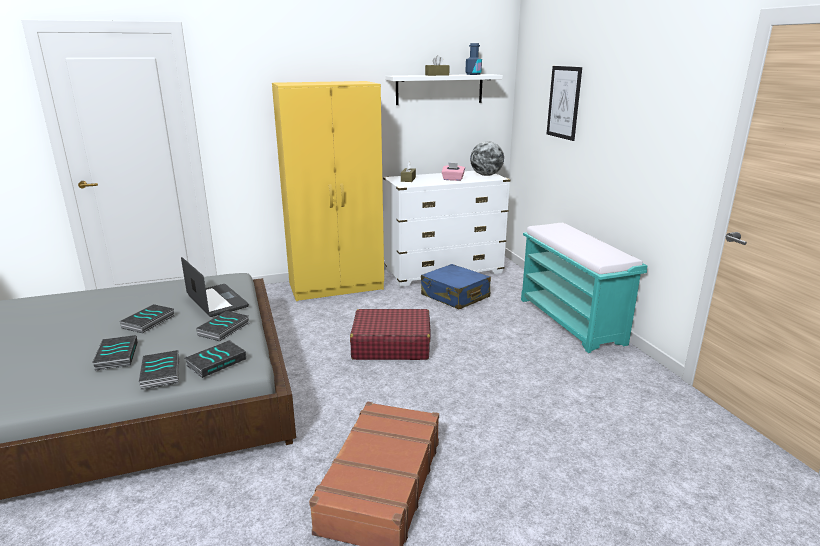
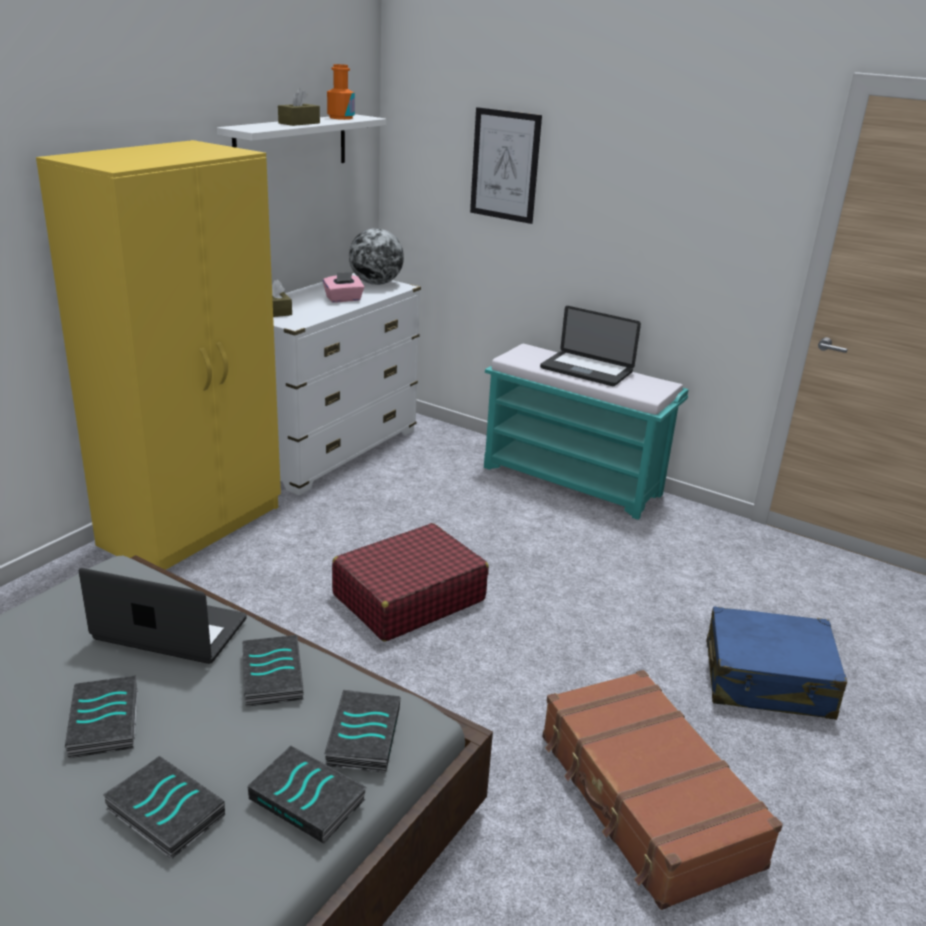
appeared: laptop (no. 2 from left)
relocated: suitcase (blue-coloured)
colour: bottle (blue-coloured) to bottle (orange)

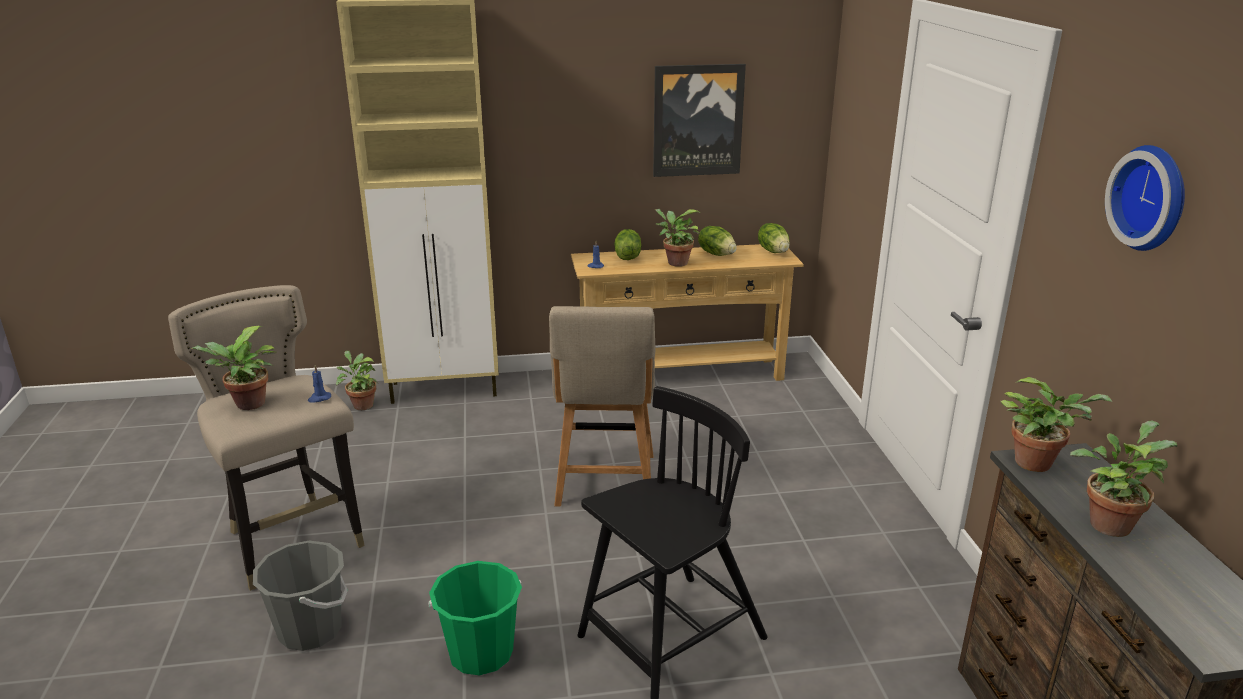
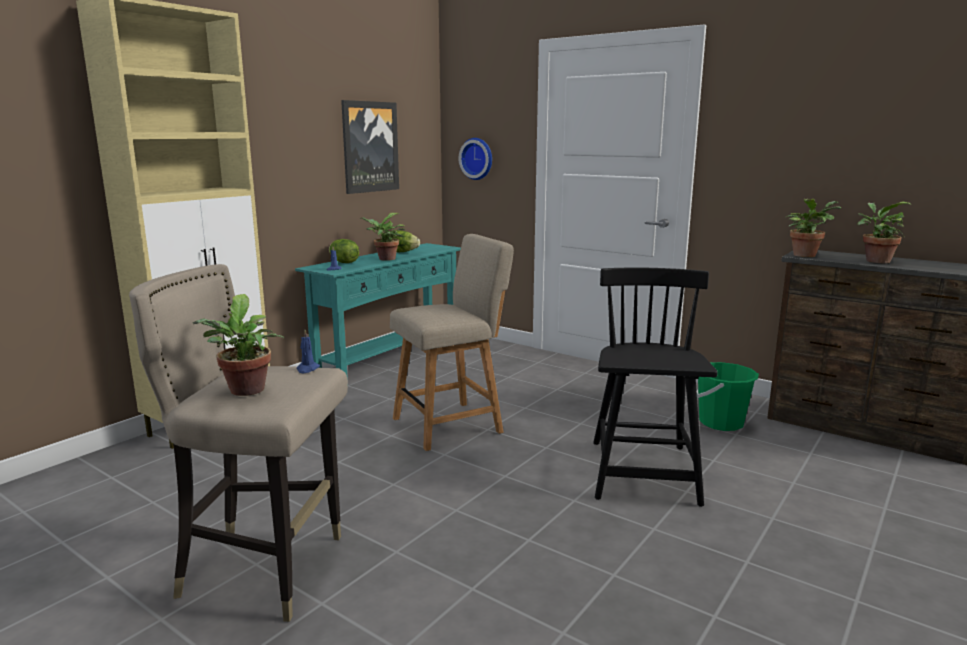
missing: water bucket (grey); houseplant (no. 2 from left); head of lettuce (no. 3 from left)
relocated: water bucket (green); hanging clock
colour: hall table (sand-coloured) to hall table (turquoise-coloured)
spun: upright chair (sand-coloured) 75 degrees counterclockwise

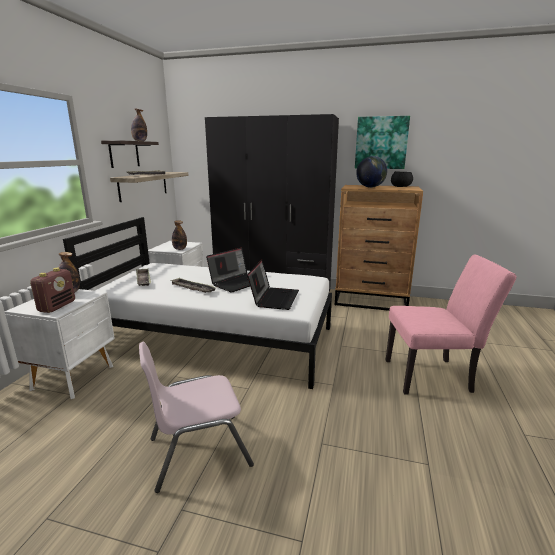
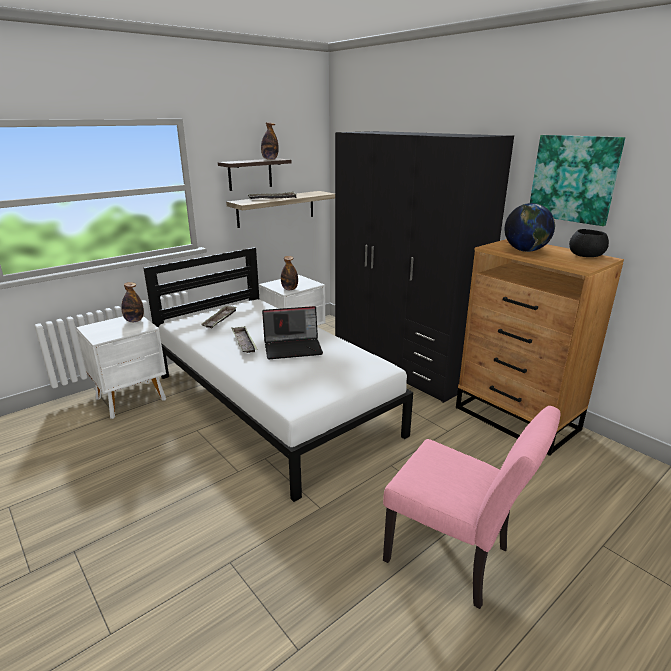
missing: radio set; upright chair (pinkish) (no. 1 from left); laptop (no. 2 from left)

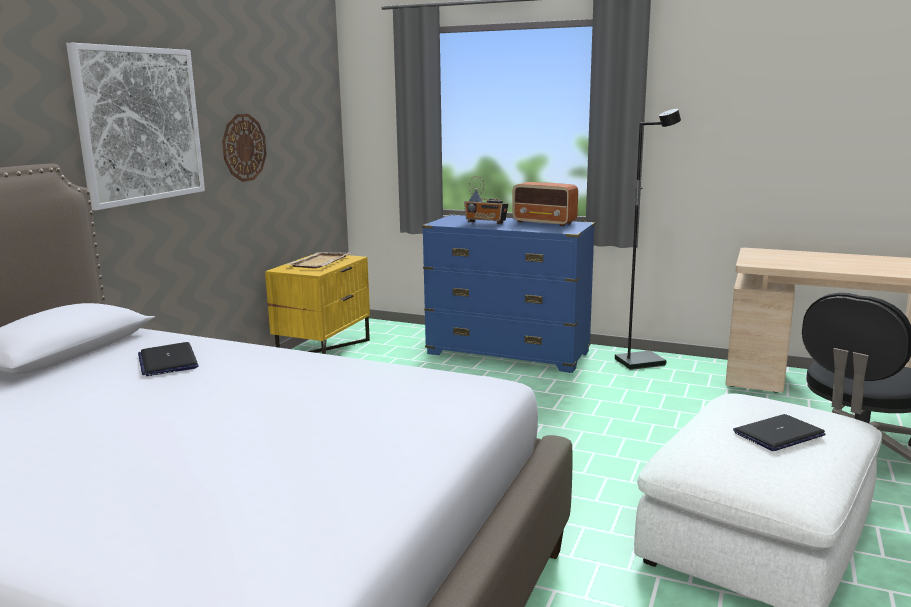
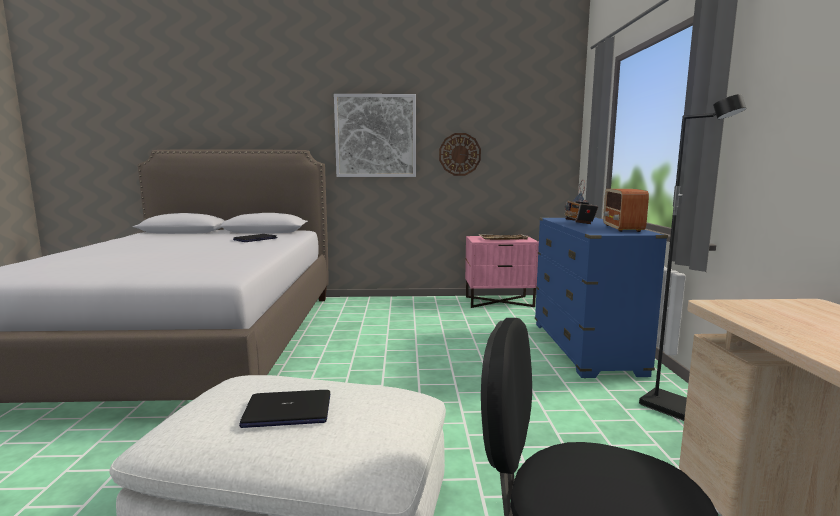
colour: nightstand (yellowish) to nightstand (pinkish)
spun: laptop (no. 2 from left) 135 degrees clockwise

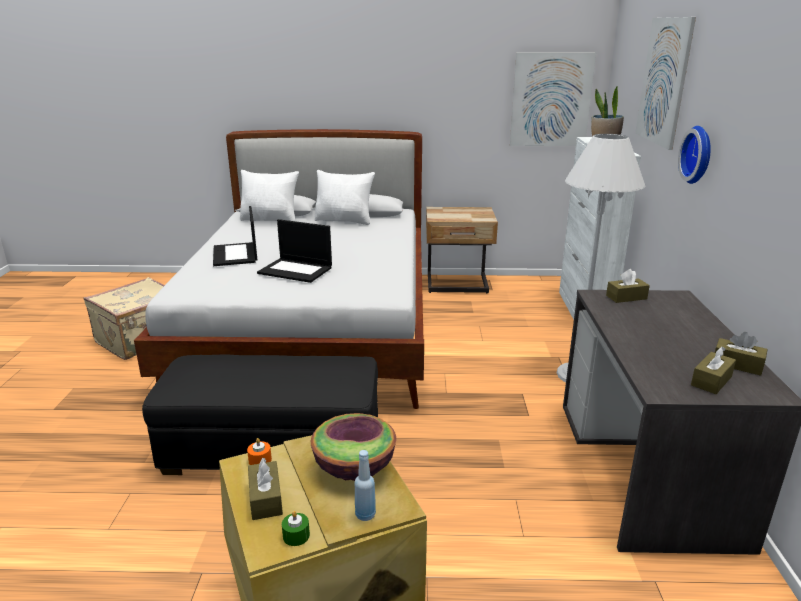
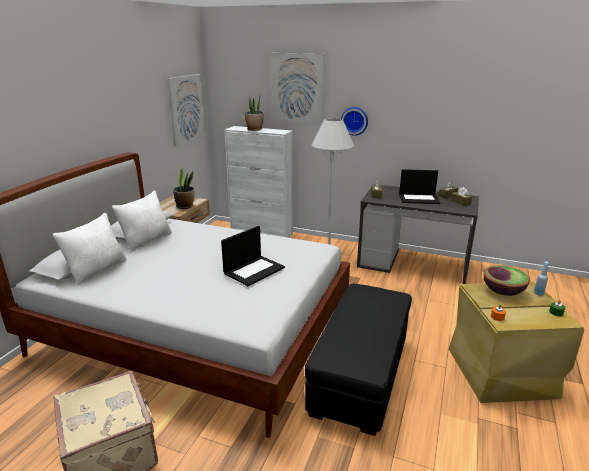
missing: tissue holder (brown-coloured) (no. 1 from left)
appeared: houseplant (no. 1 from left)
relocated: laptop (no. 1 from left in the first image) to laptop (no. 2 from left)

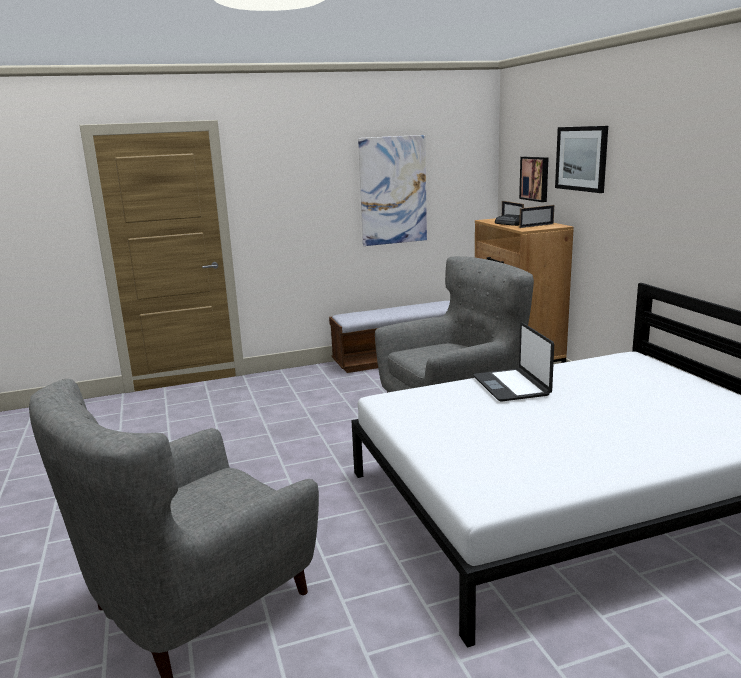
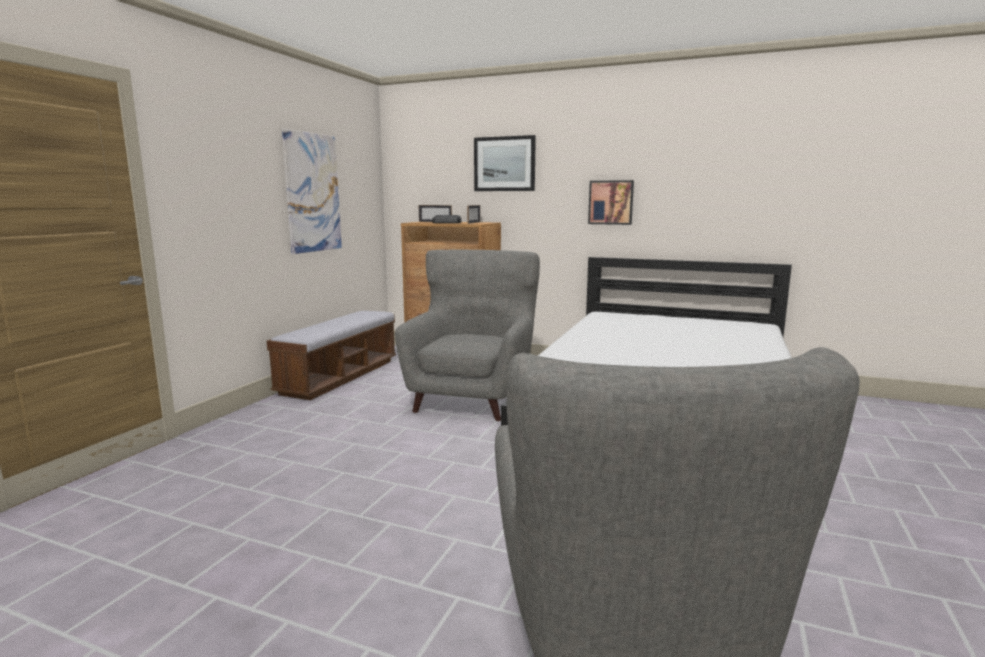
missing: laptop
relocated: wall art (no. 2 from left in the first image) to wall art (no. 3 from left)

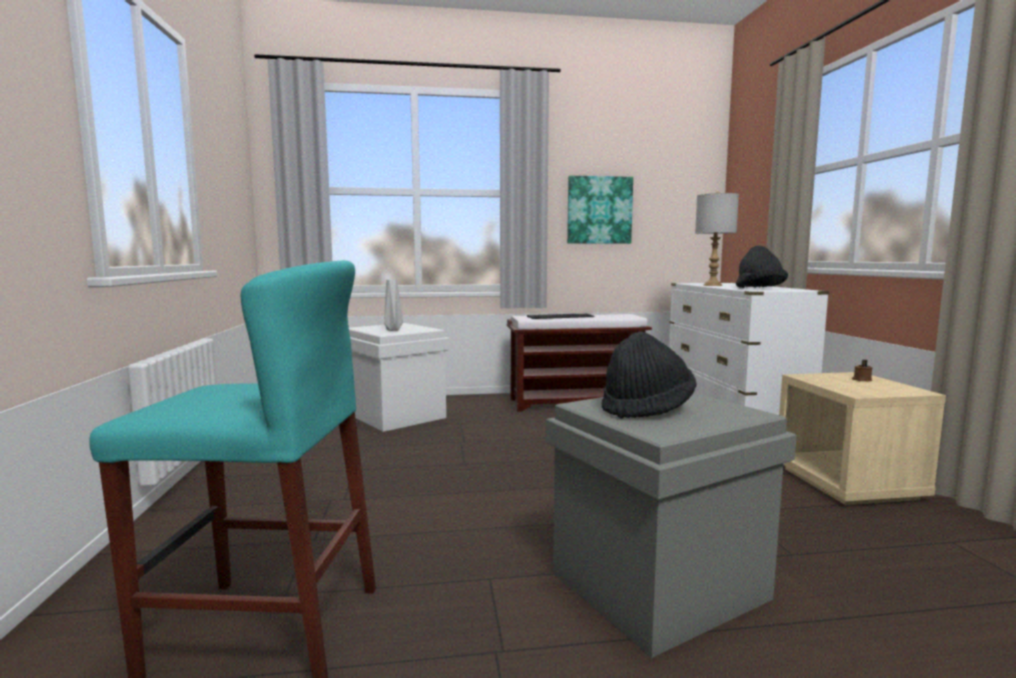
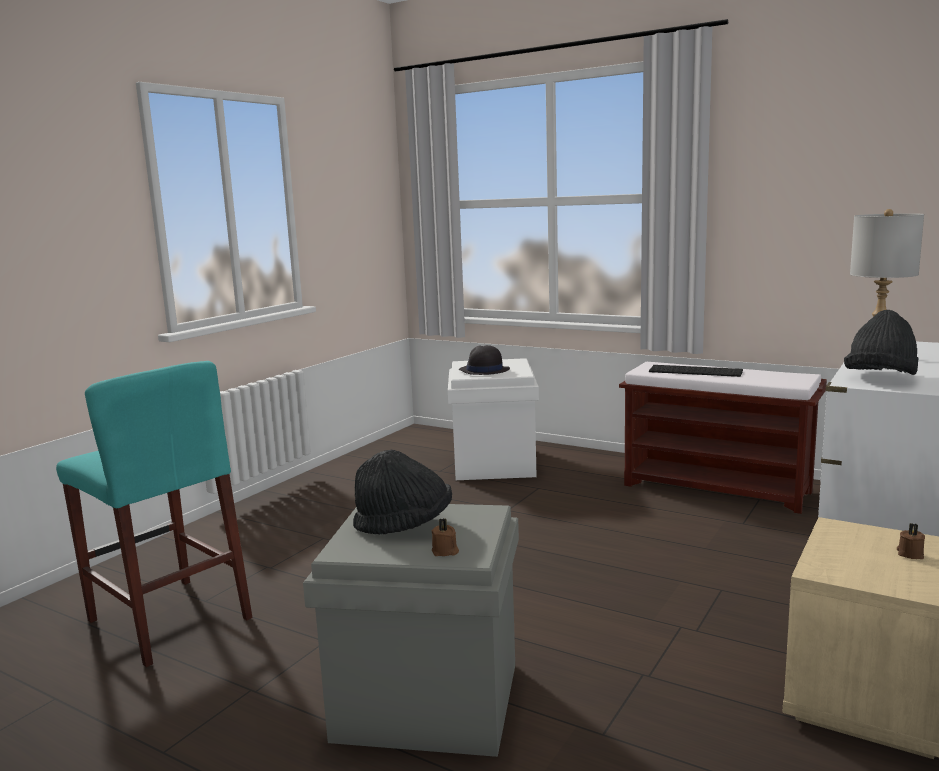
missing: wall art
appeared: wax light (brown-coloured) (no. 1 from left)
exchanged: vase (grey) to wearable hat (black) (no. 2 from left)

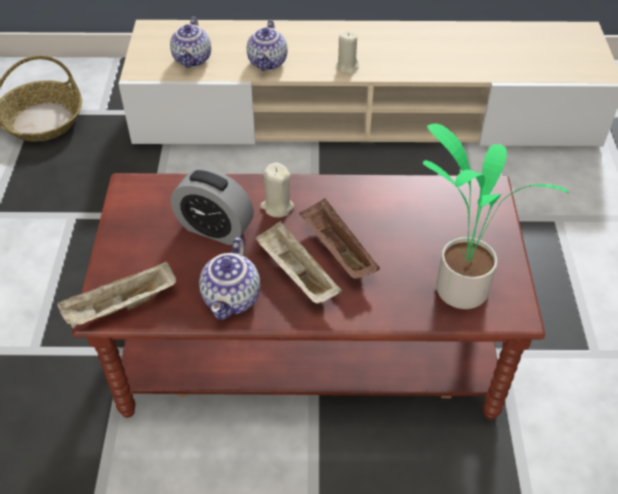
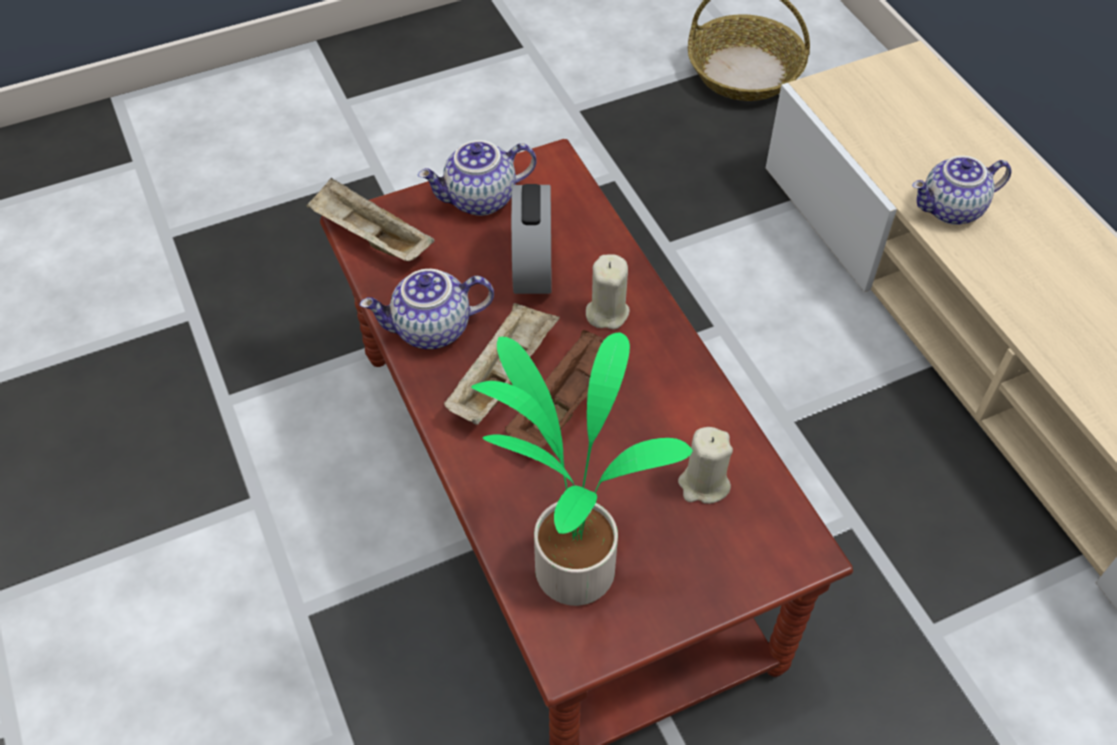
relocated: tea pot (no. 1 from left in the first image) to tea pot (no. 2 from left); wax light (sand-coloured) (no. 2 from left)

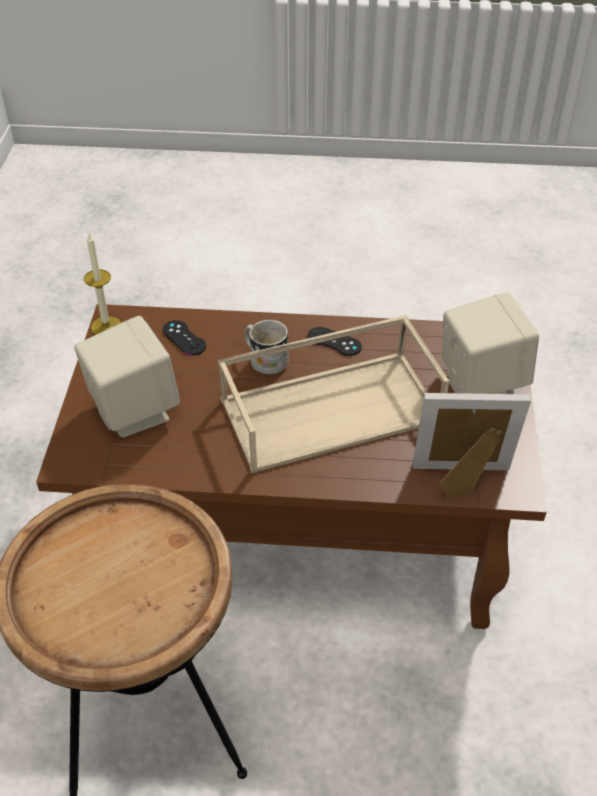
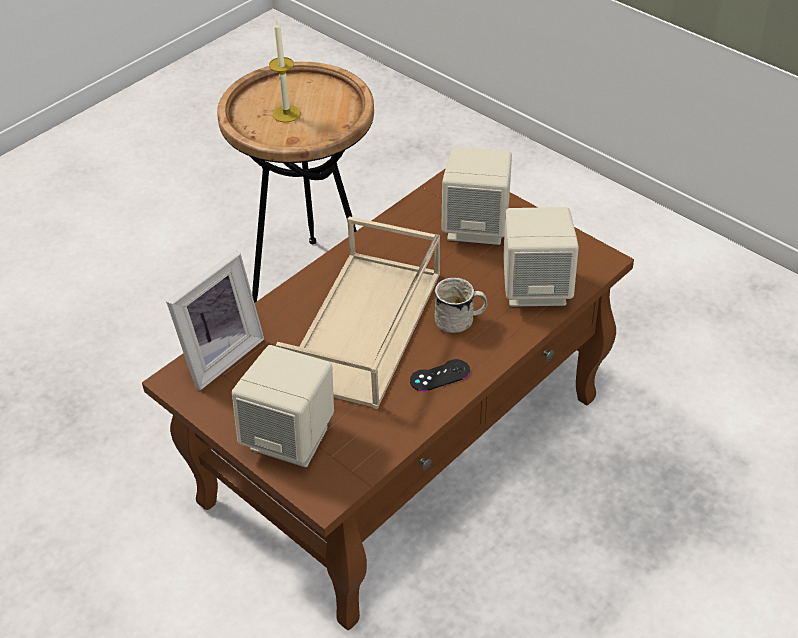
relocated: wax light
exchanged: gamepad (black) (no. 1 from left) to audio speaker (sand-coloured) (no. 3 from left)

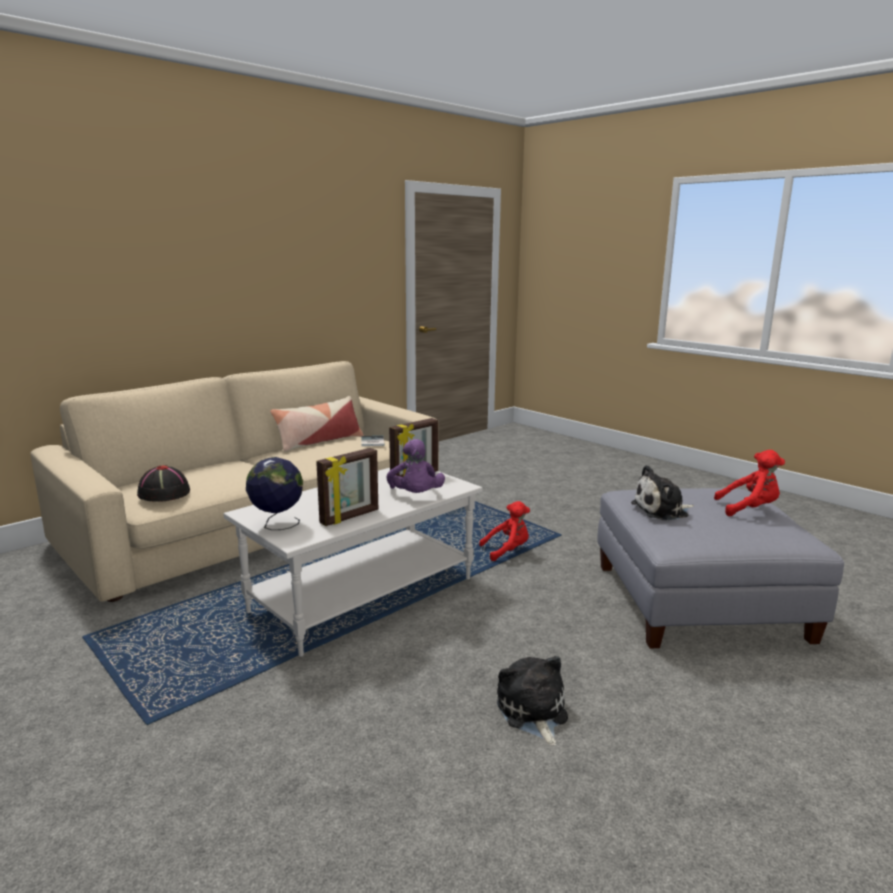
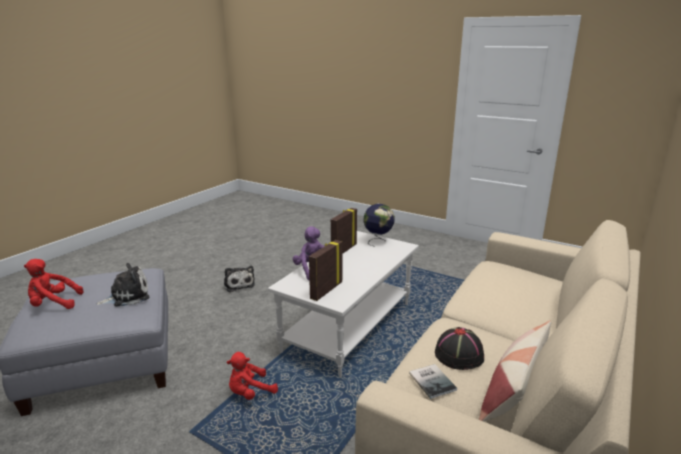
relocated: wearable hat (black)

